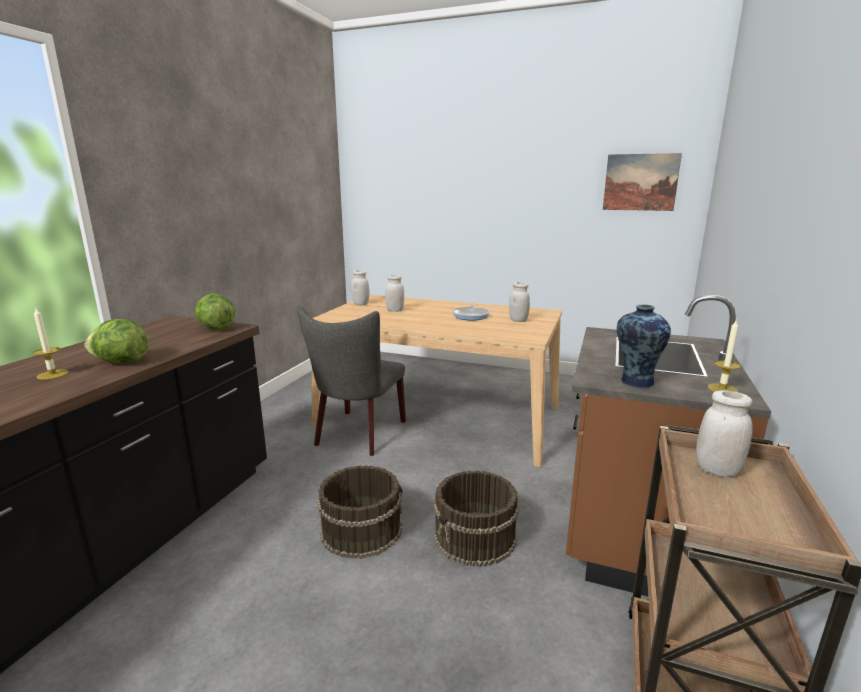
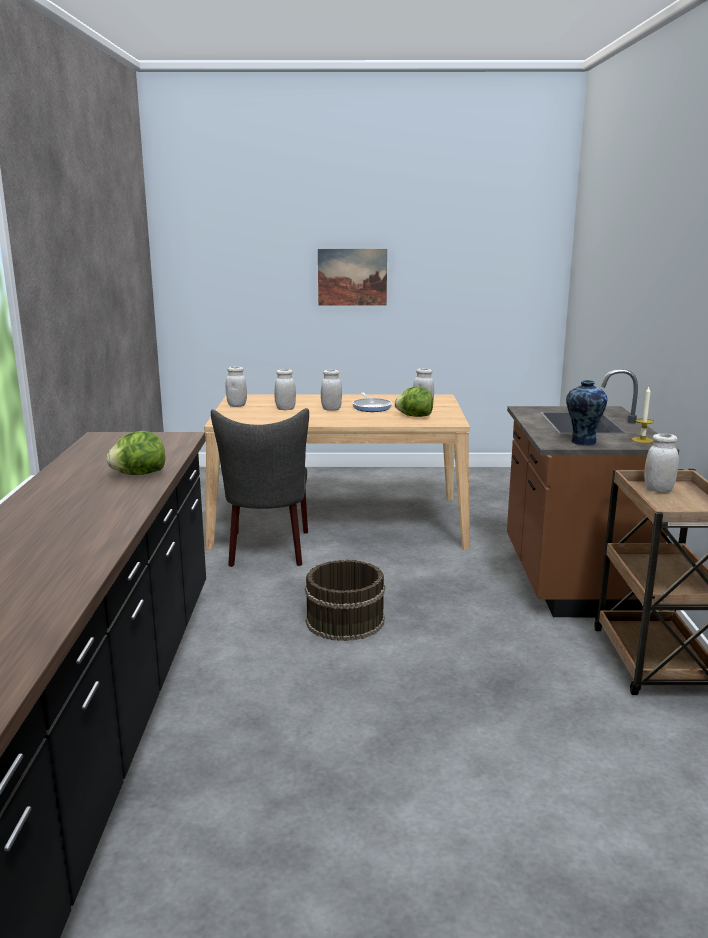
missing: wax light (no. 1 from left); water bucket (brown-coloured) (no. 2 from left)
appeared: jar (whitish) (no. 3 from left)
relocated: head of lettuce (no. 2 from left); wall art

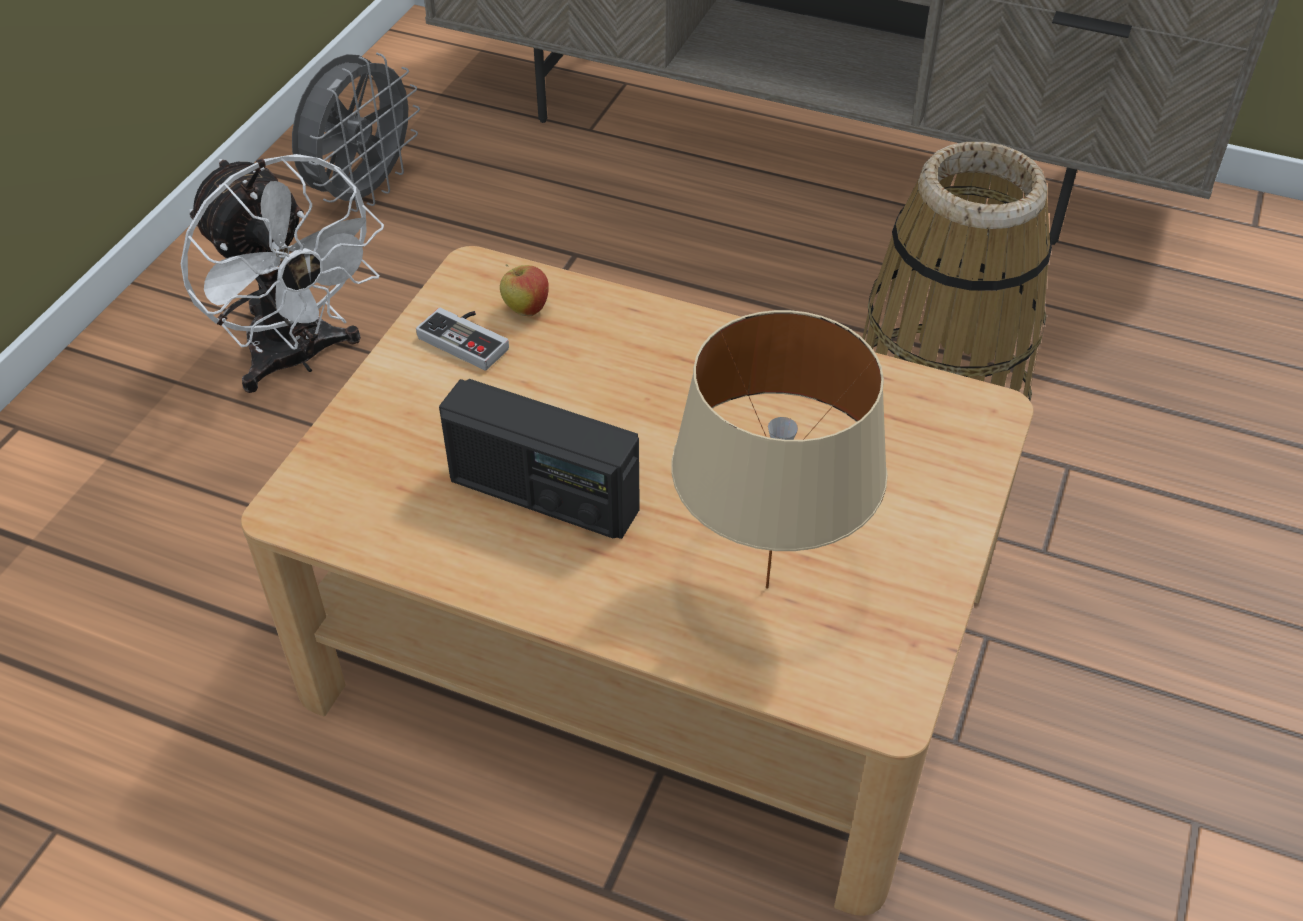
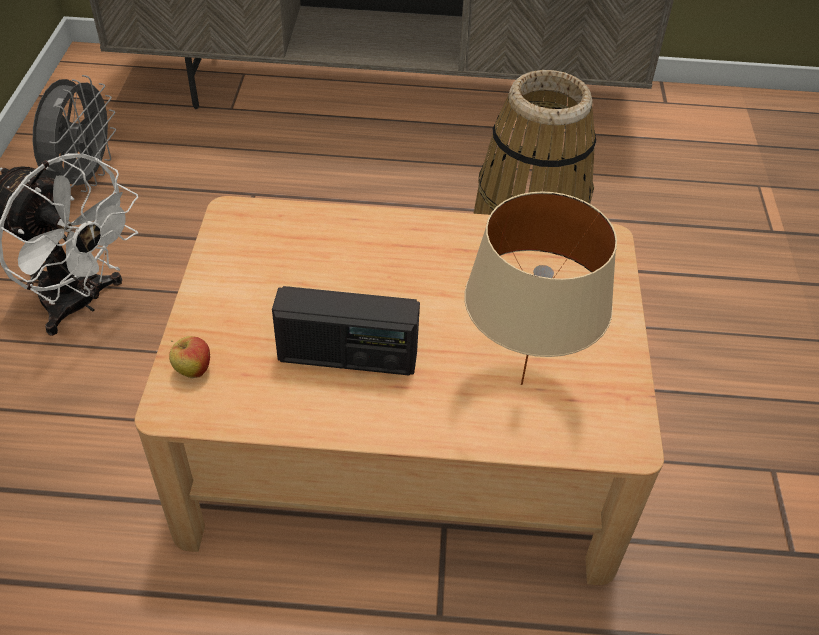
missing: gamepad
relocated: apple fruit

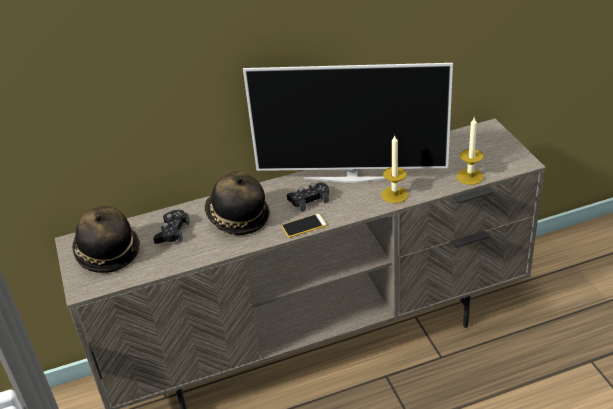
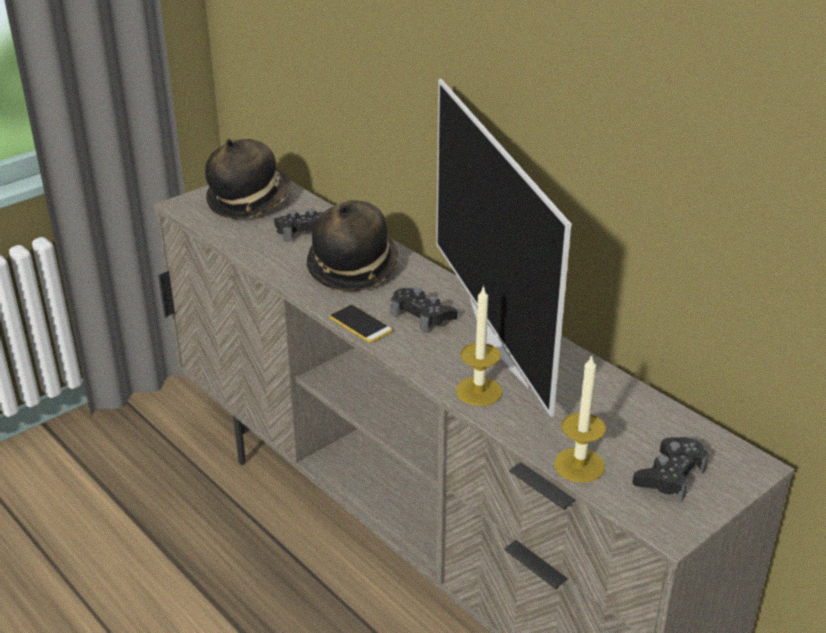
appeared: gamepad (black) (no. 3 from left)

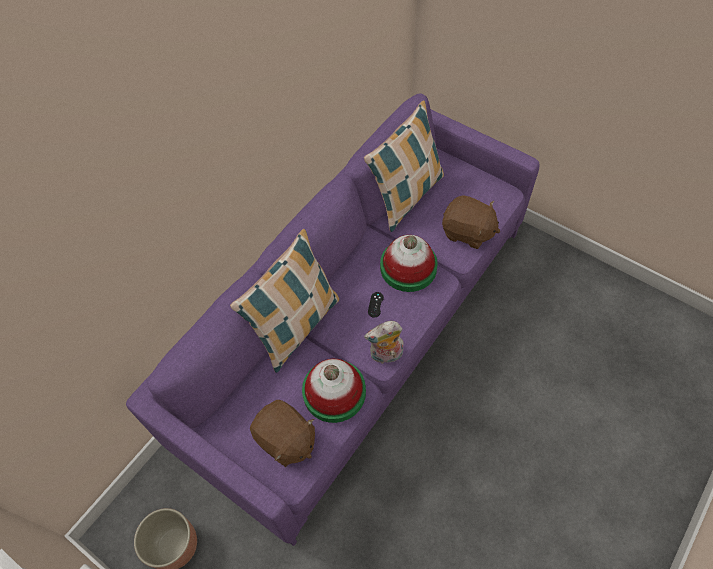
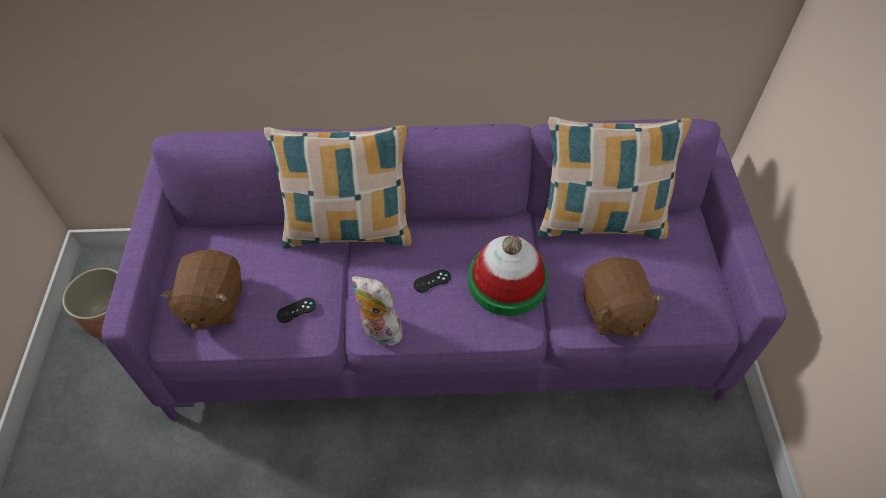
exchanged: wearable hat (no. 1 from left) to gamepad (black) (no. 1 from left)

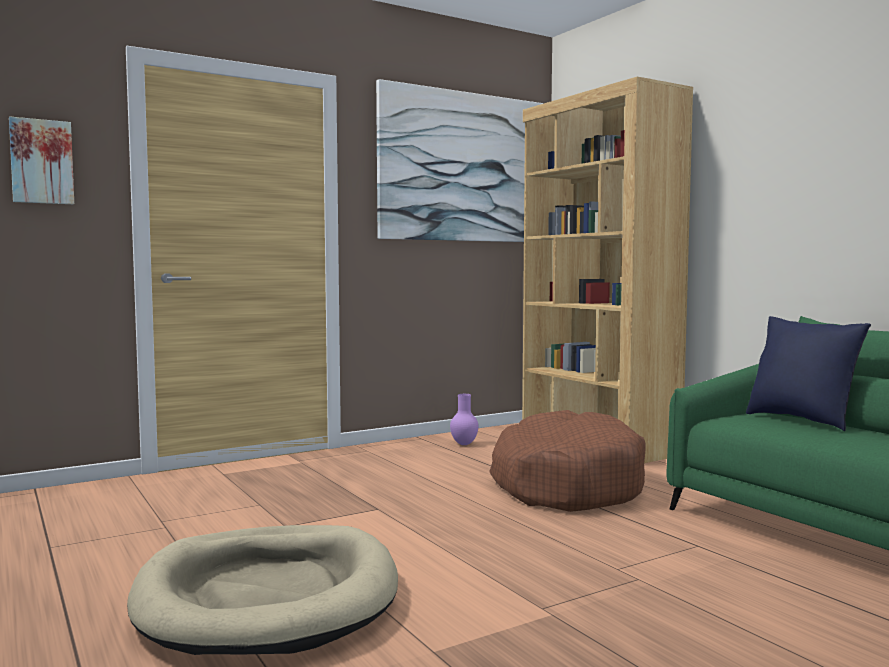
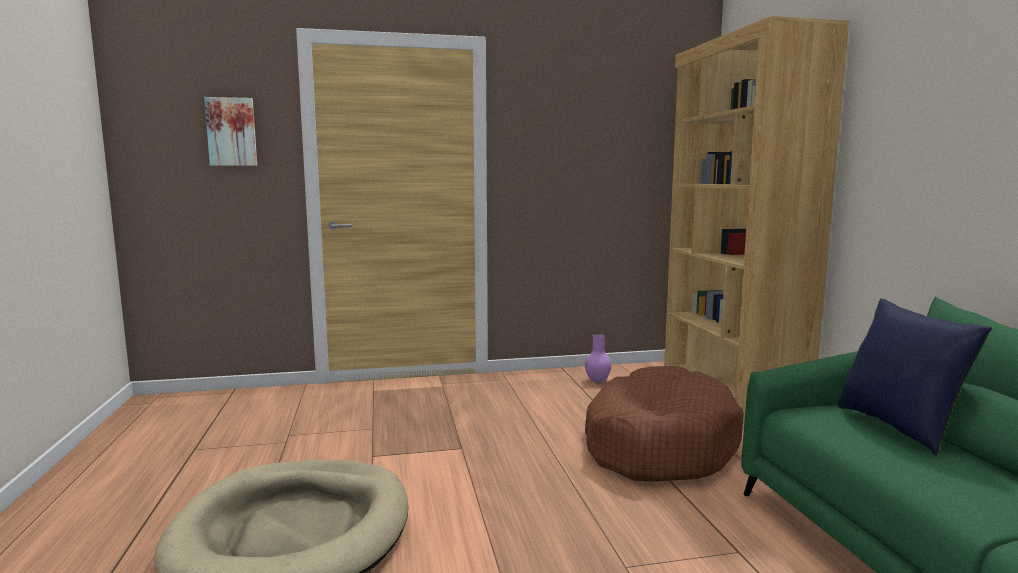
missing: wall art (no. 2 from left)

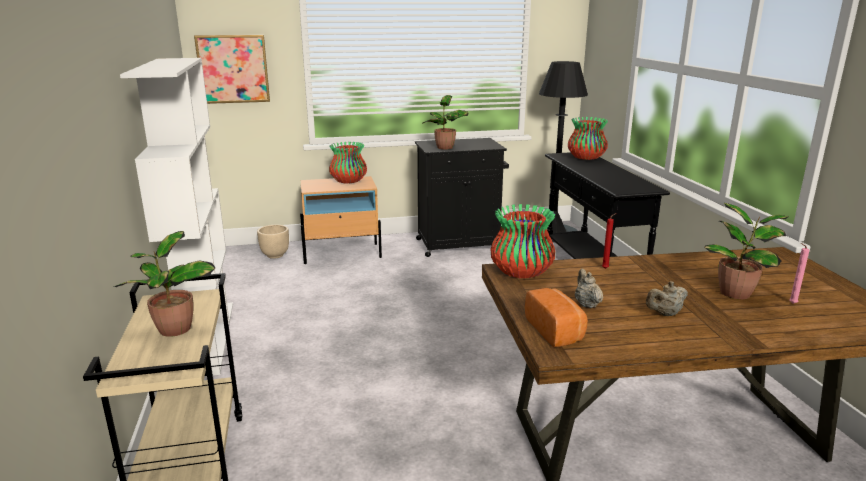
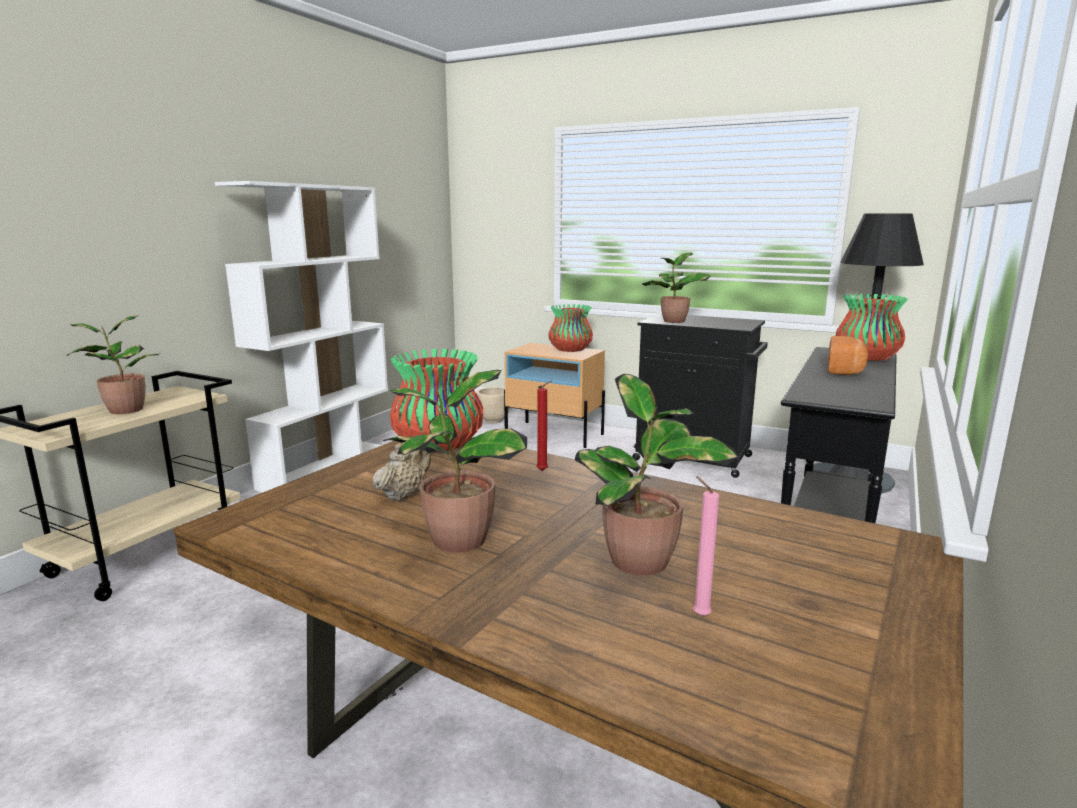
missing: wall art
relocated: bread
exchanged: tea pot (sand-coloured) (no. 2 from left) to houseplant (no. 2 from left)

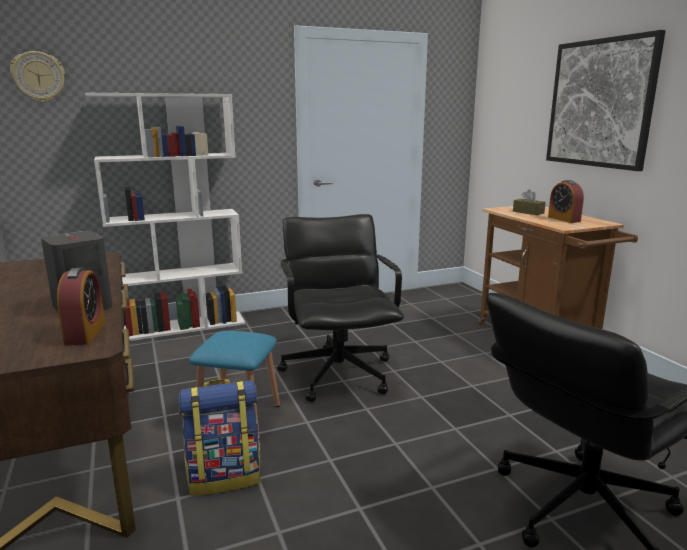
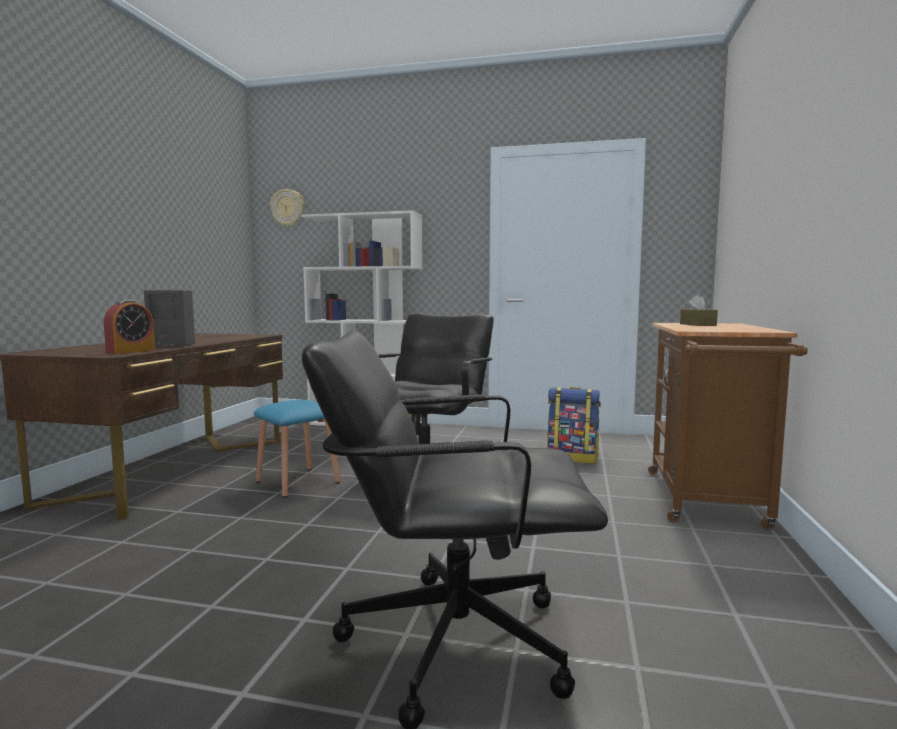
missing: wall art; alarm clock (no. 2 from left)
relocated: knapsack

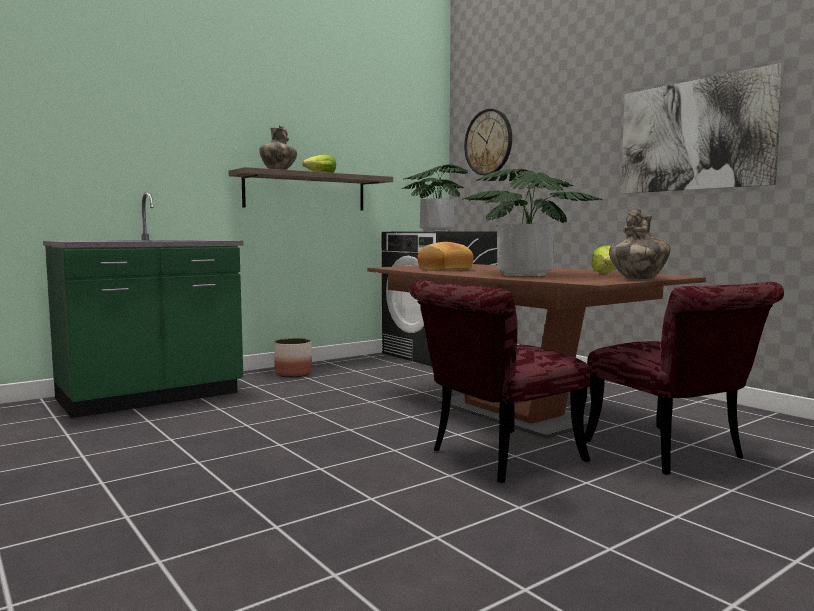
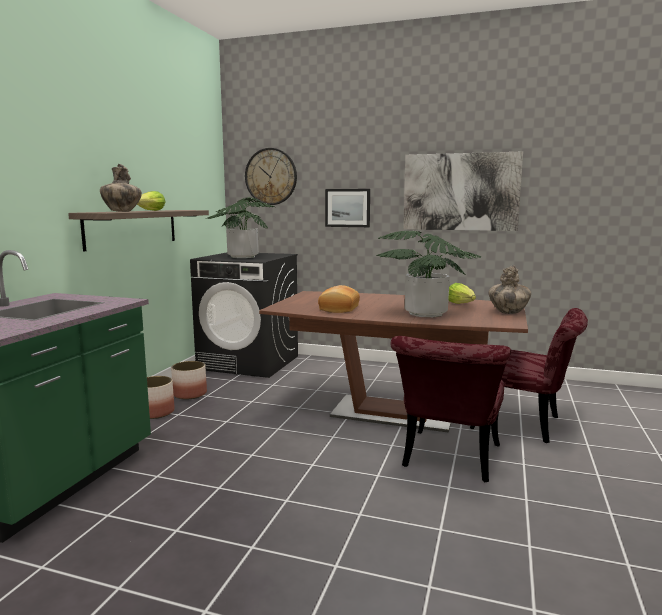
appeared: flower pot (no. 2 from left); wall art (no. 1 from left)

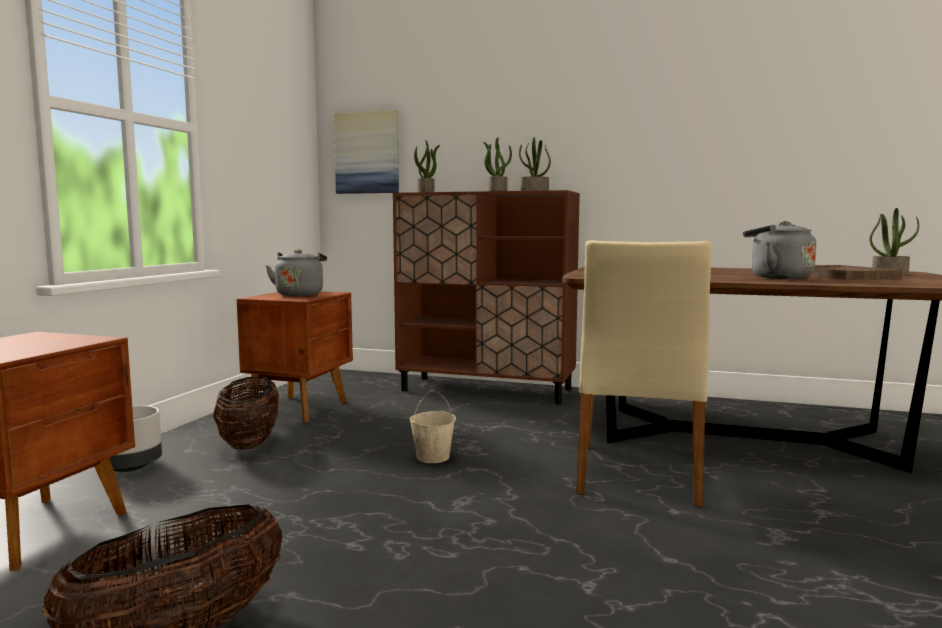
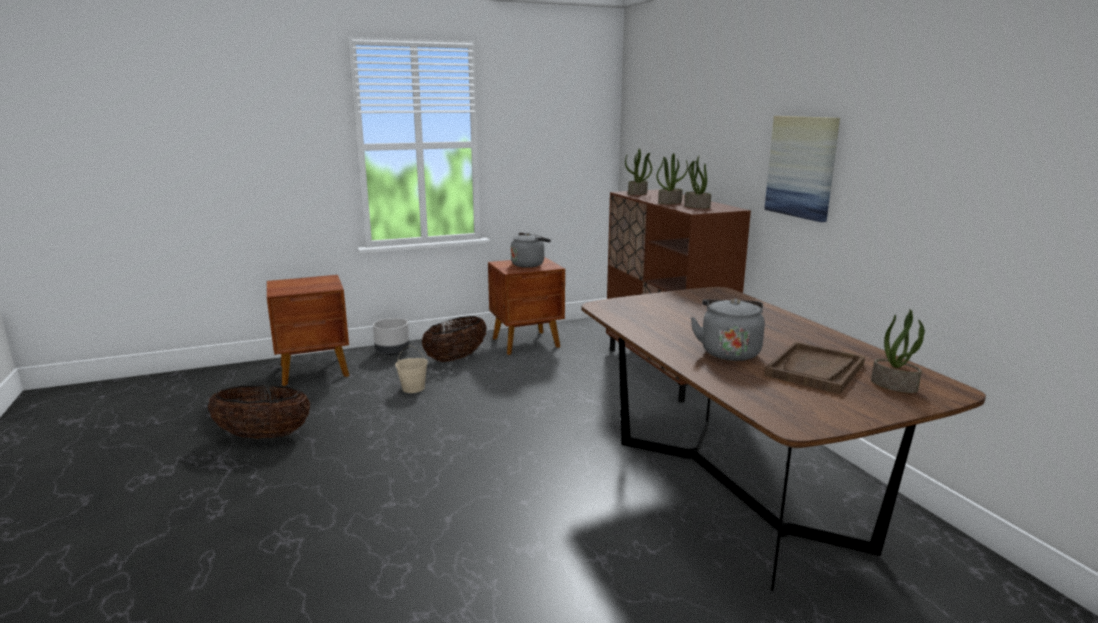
missing: upright chair (sand-coloured)
relocated: wall art; water bucket (sand-coloured)

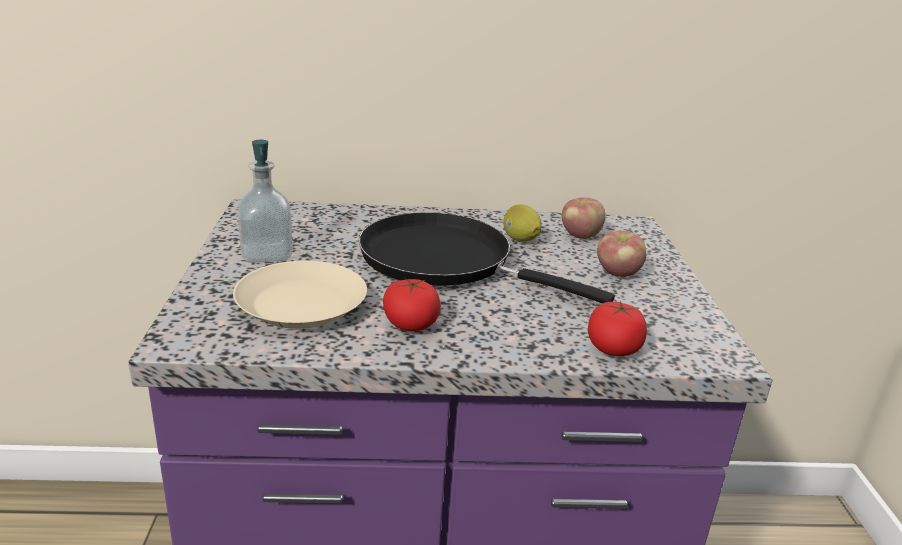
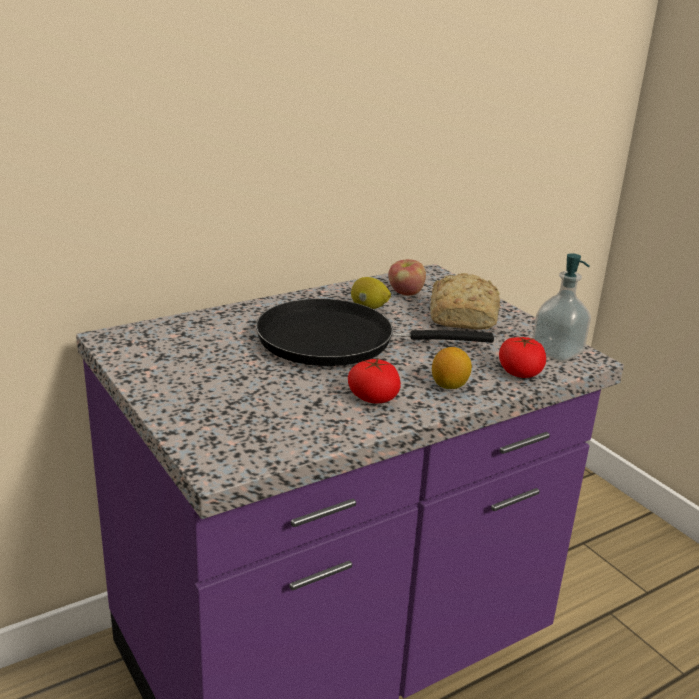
missing: plate (sand-coloured)
appeared: citrus fruit (no. 2 from left)
relocated: soap dispenser
exchanged: apple fruit (no. 2 from left) to bread

